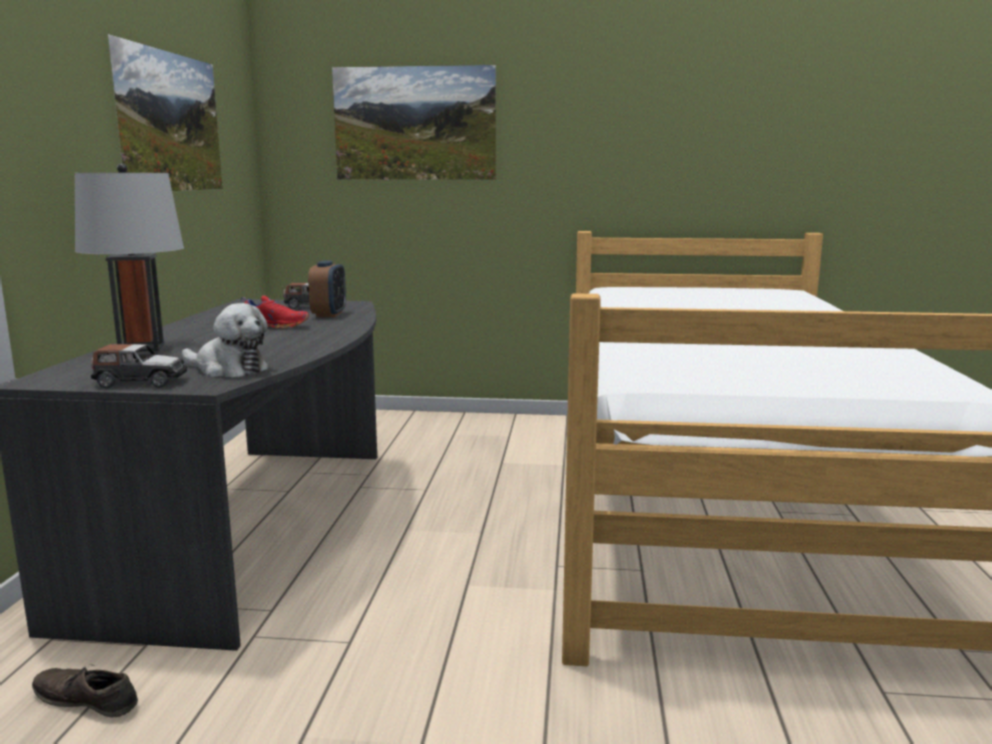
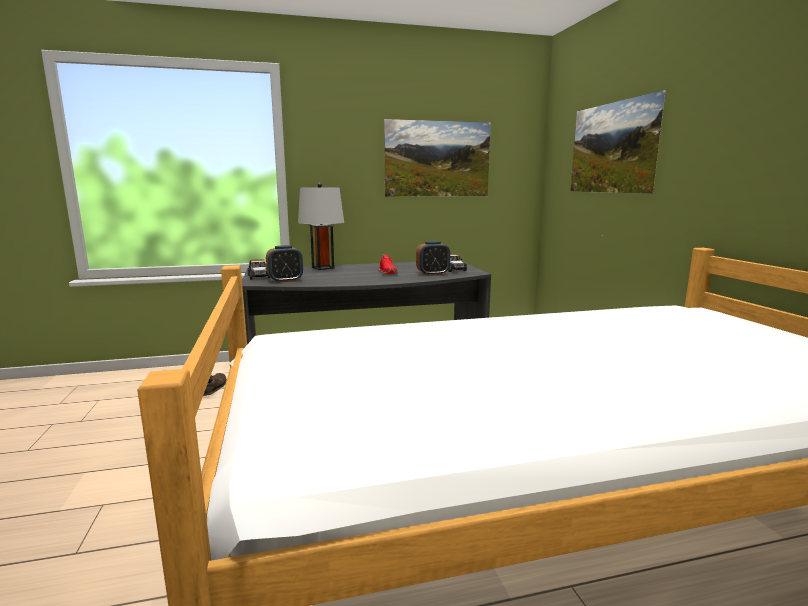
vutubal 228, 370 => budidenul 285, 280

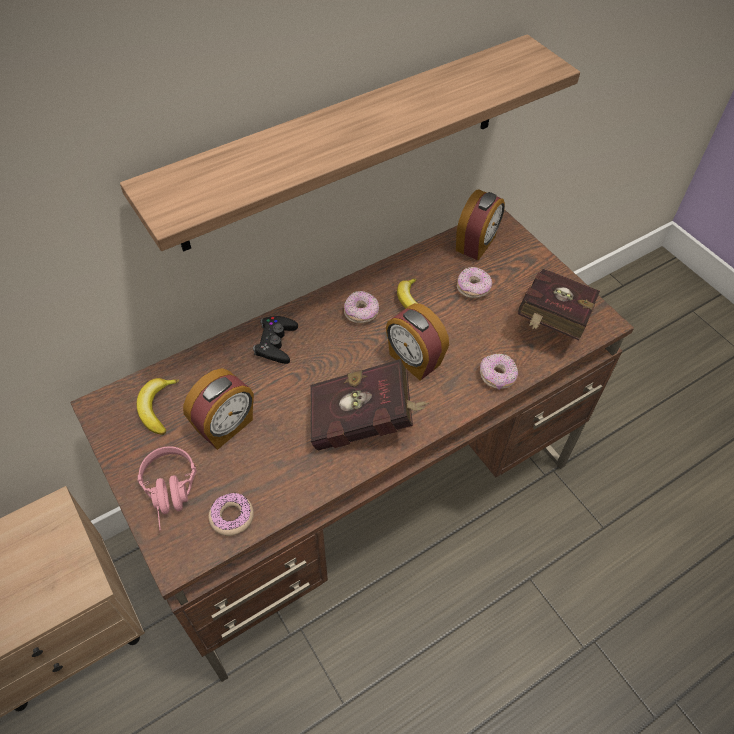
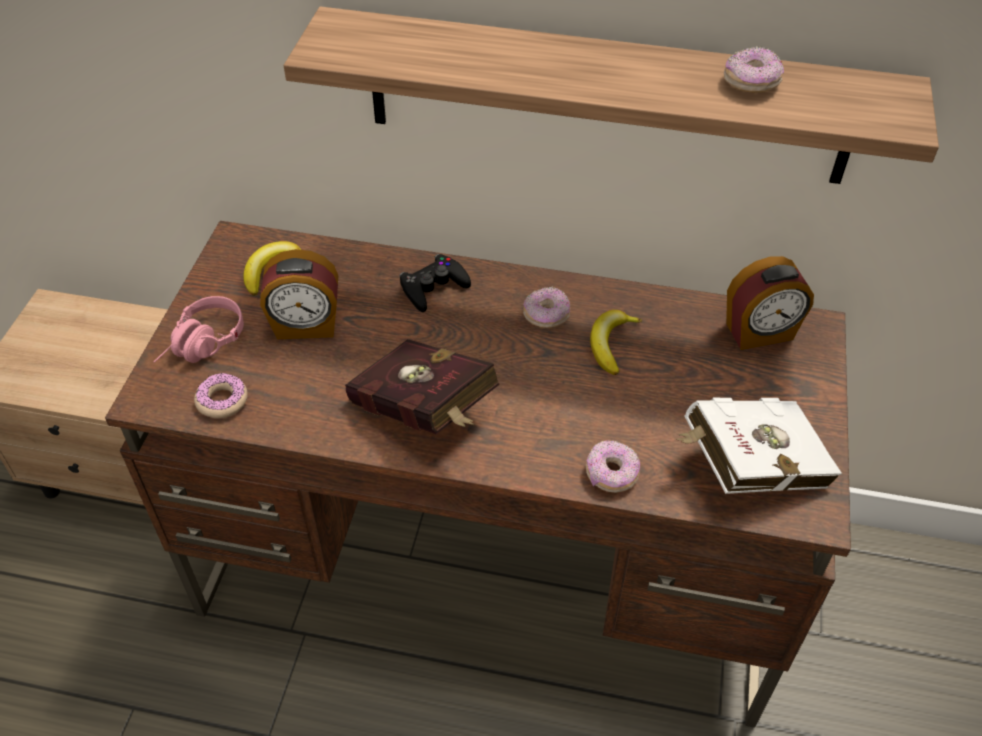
budidenul 413, 360 => nothing
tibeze 473, 288 => tibeze 751, 83, moved
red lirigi 551, 322 => white lirigi 747, 468

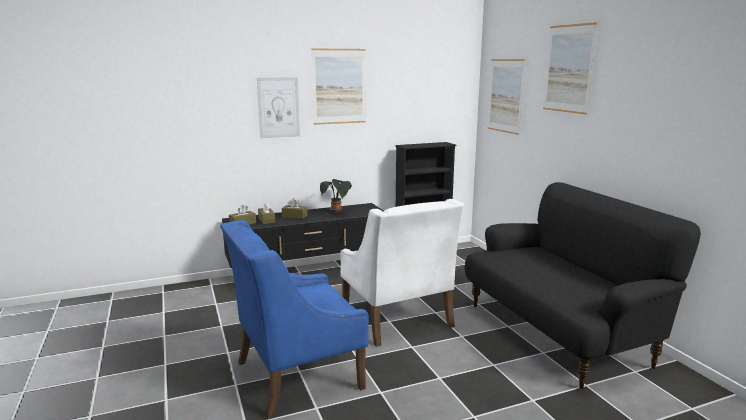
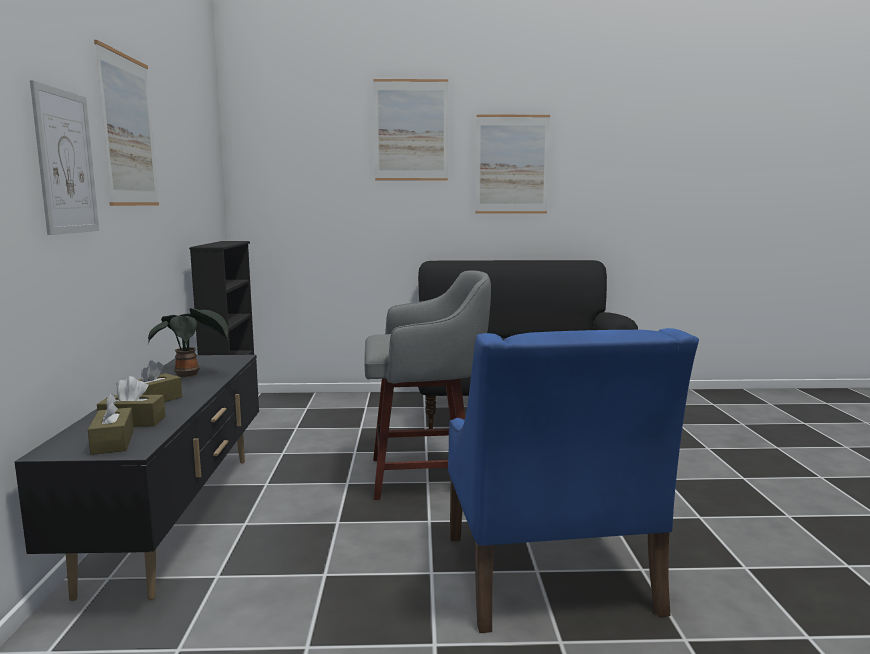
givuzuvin 505, 96 => givuzuvin 512, 164, moved
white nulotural 397, 319 => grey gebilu 425, 476

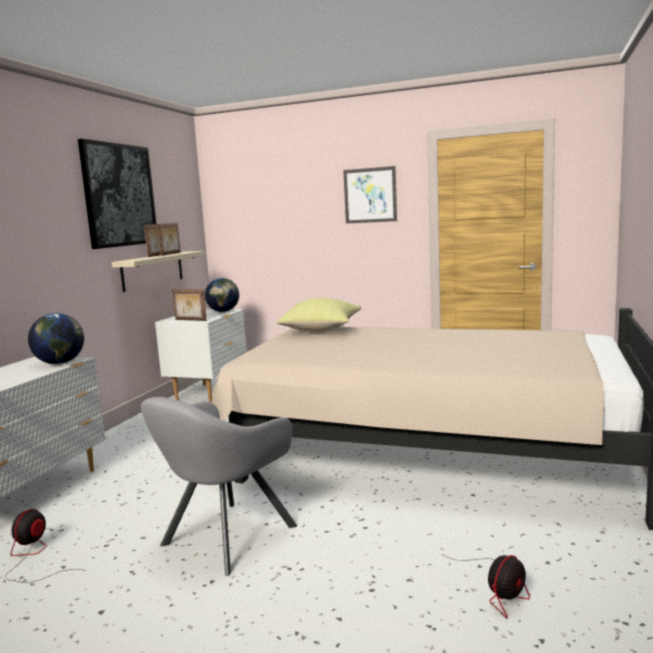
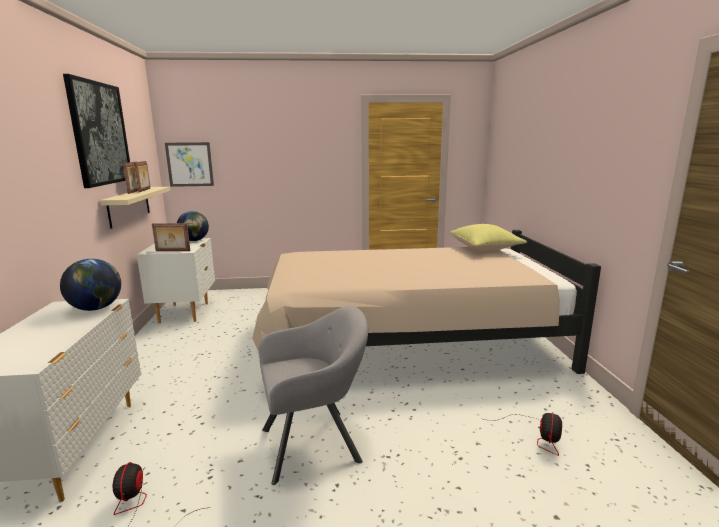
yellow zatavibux 322, 330 => yellow zatavibux 485, 249, moved
givuzuvin 370, 195 => givuzuvin 189, 164, moved
grey nulotural 225, 538 => grey nulotural 315, 443, 120 degrees counterclockwise

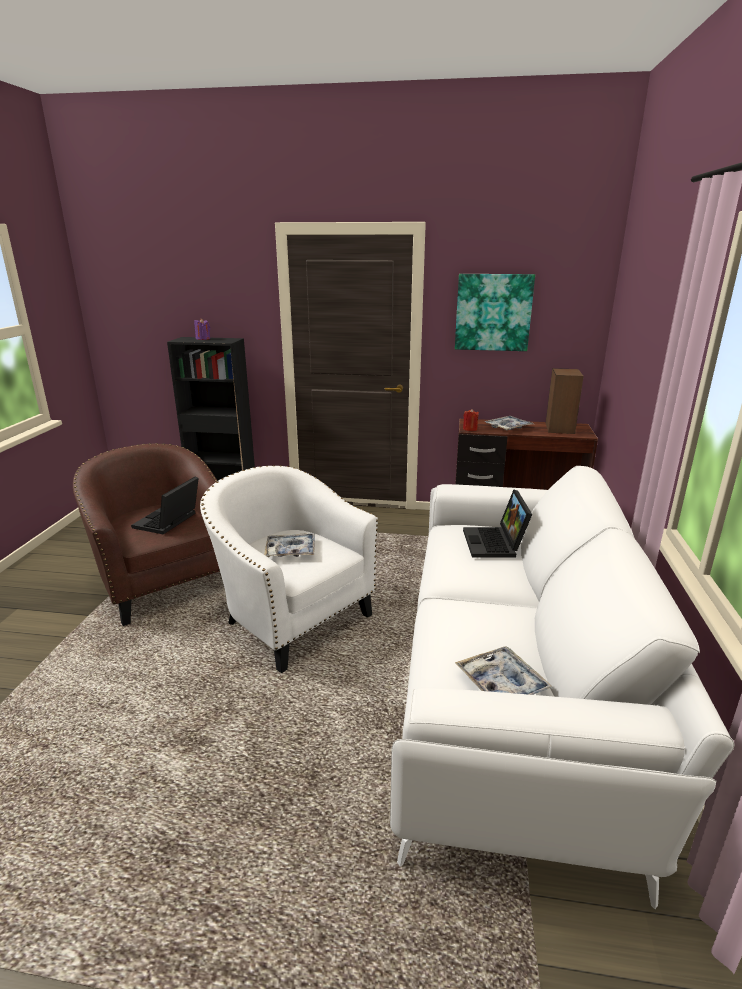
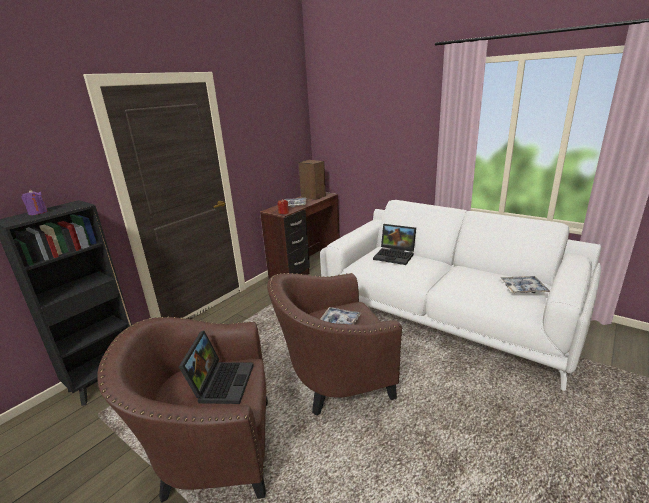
givuzuvin 493, 312 => nothing
white nulotural 291, 618 => brown nulotural 334, 379
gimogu 168, 522 => gimogu 221, 382, 135 degrees counterclockwise

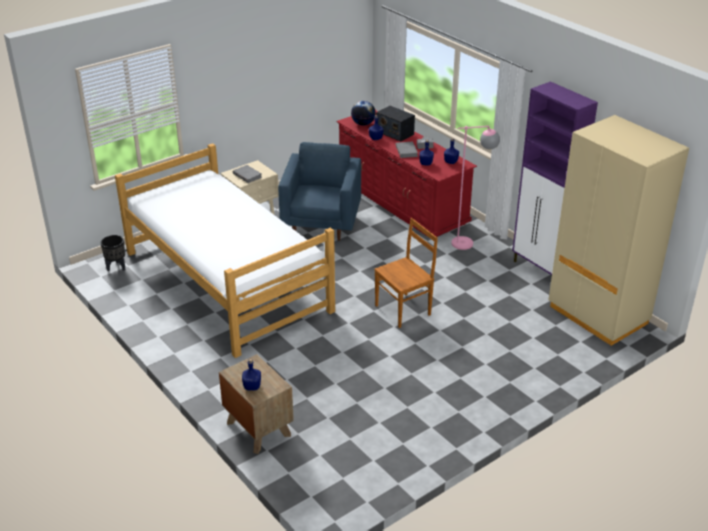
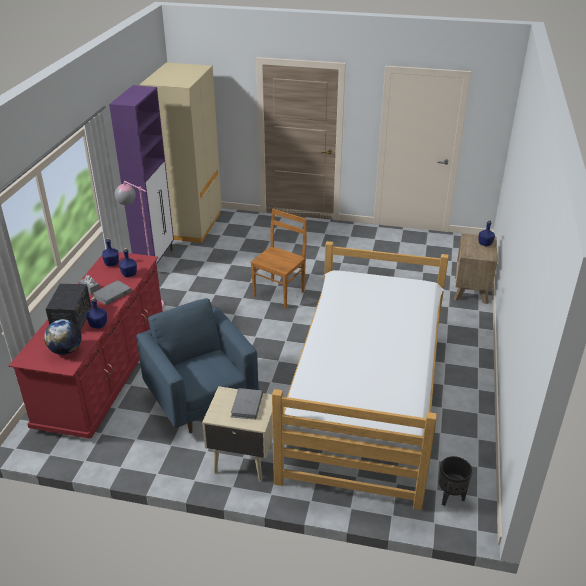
blue nulotural 321, 223 => blue nulotural 202, 400, 90 degrees clockwise
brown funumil 404, 310 => brown funumil 279, 293, 105 degrees clockwise

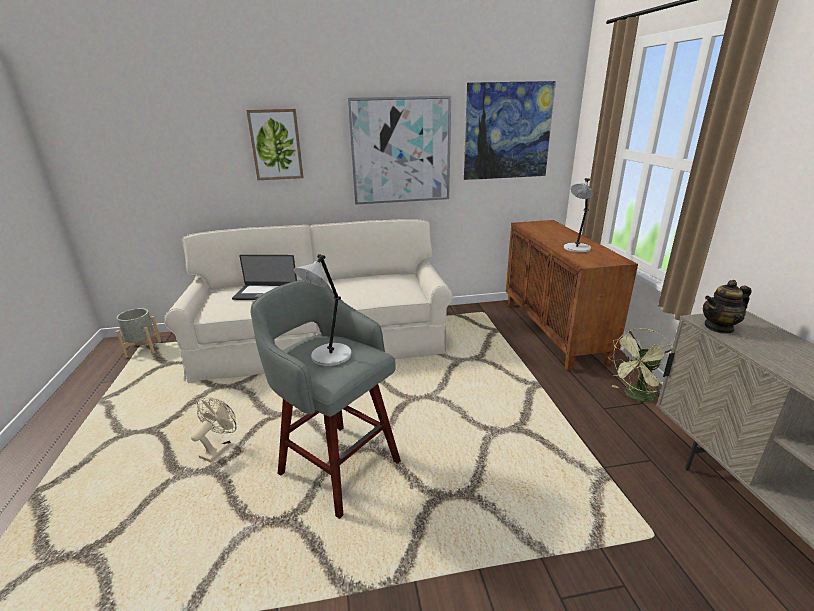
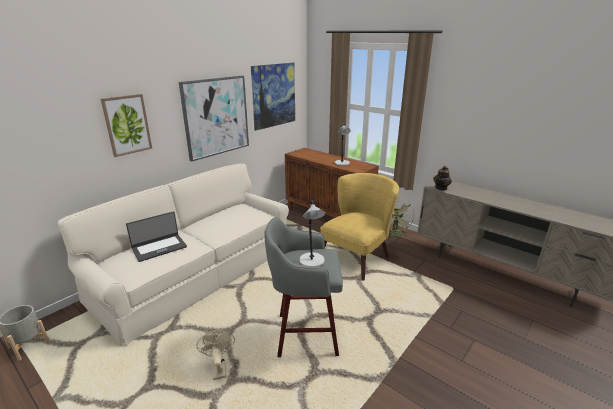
nothing => yellow nulotural 358, 255

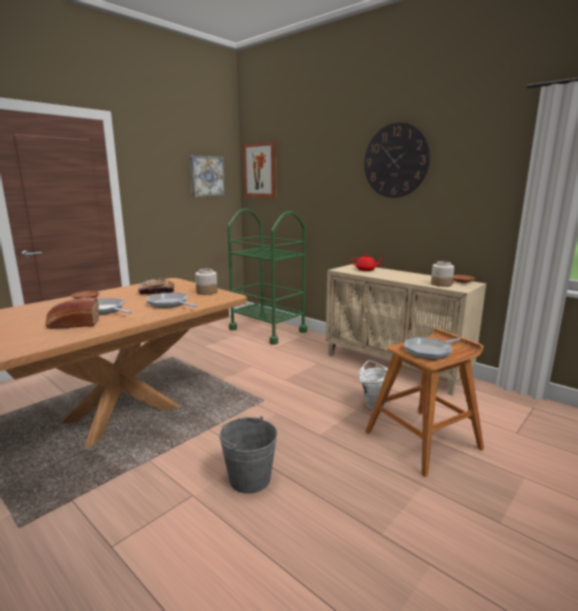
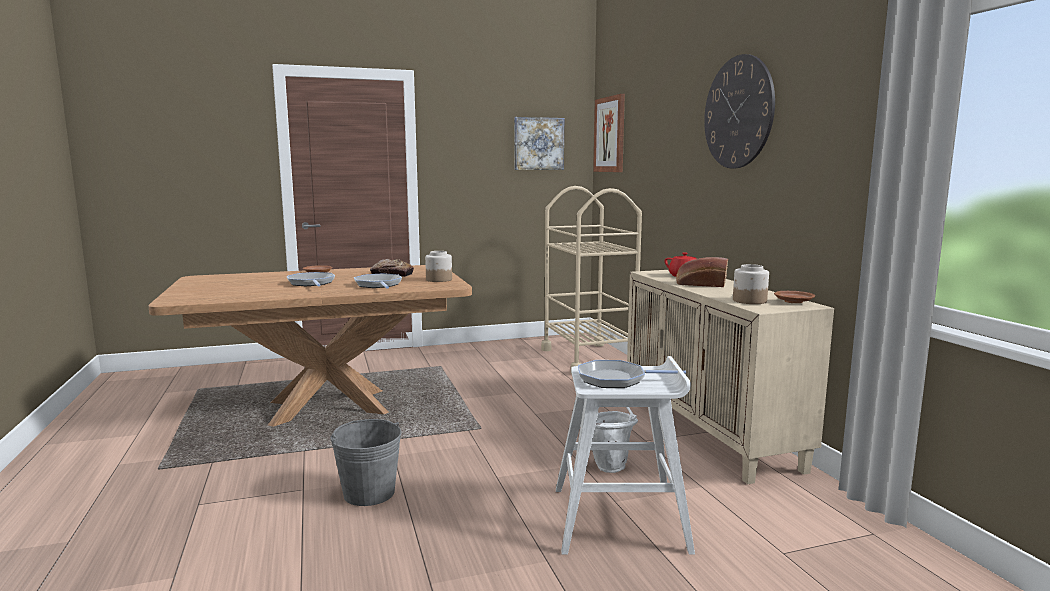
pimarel 72, 324 => pimarel 700, 284, moved
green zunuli 267, 330 => beige zunuli 588, 358
brown gebilu 423, 440 => white gebilu 621, 519

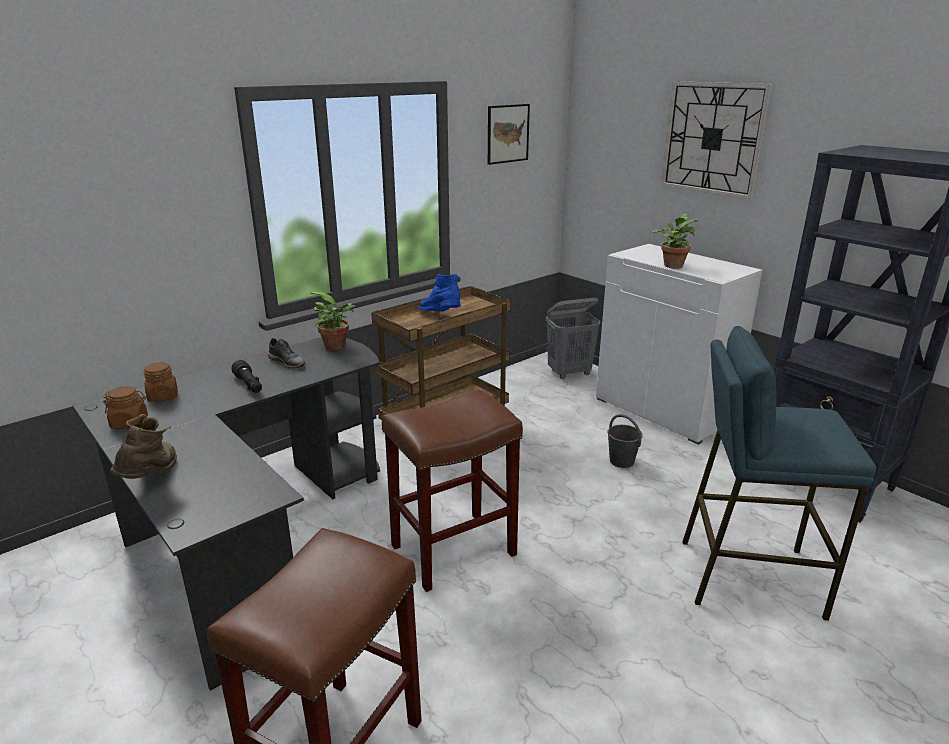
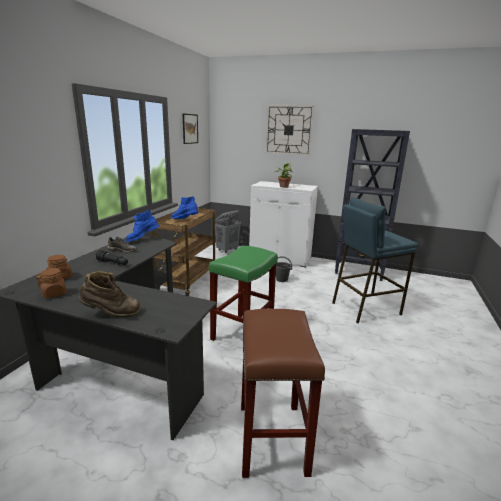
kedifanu 337, 346 => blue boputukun 143, 240
brown gebilu 454, 549 => green gebilu 242, 332
brown boputukun 152, 477 => brown boputukun 111, 314, 105 degrees clockwise

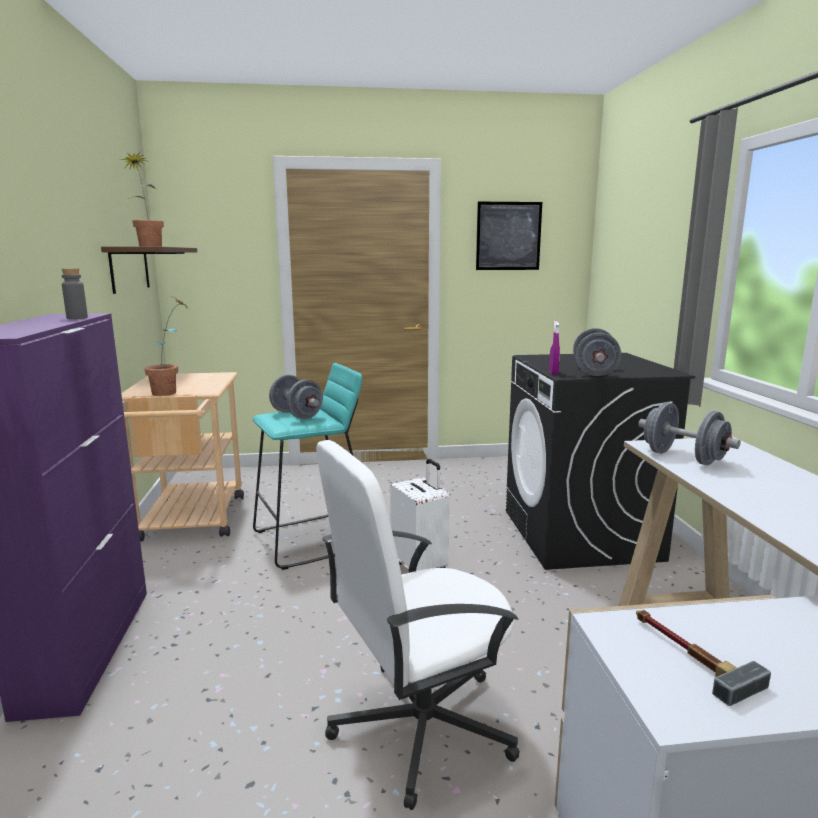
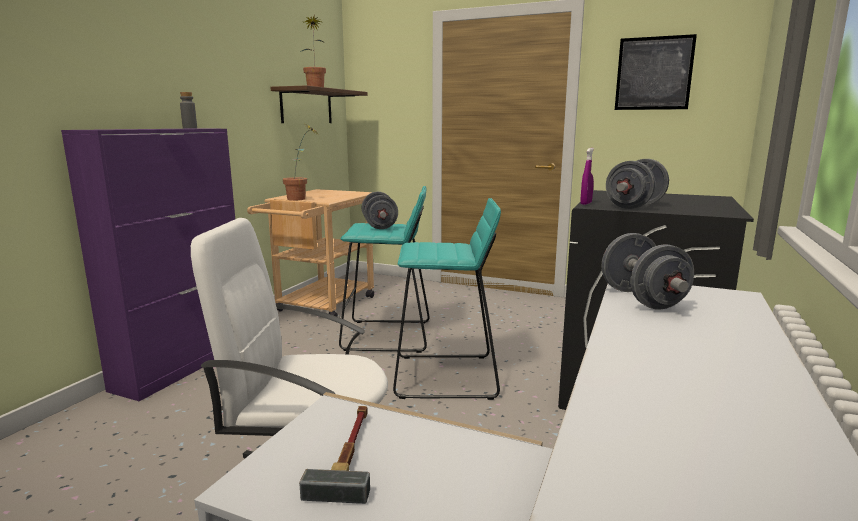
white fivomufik 420, 568 => turquoise gebilu 446, 377

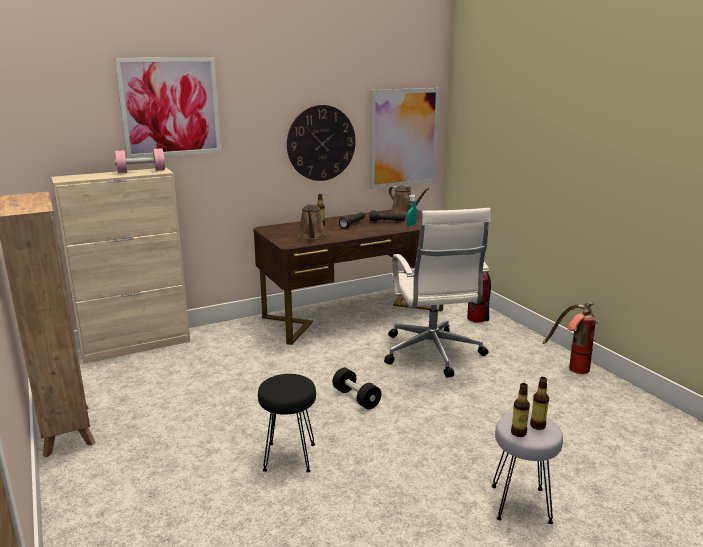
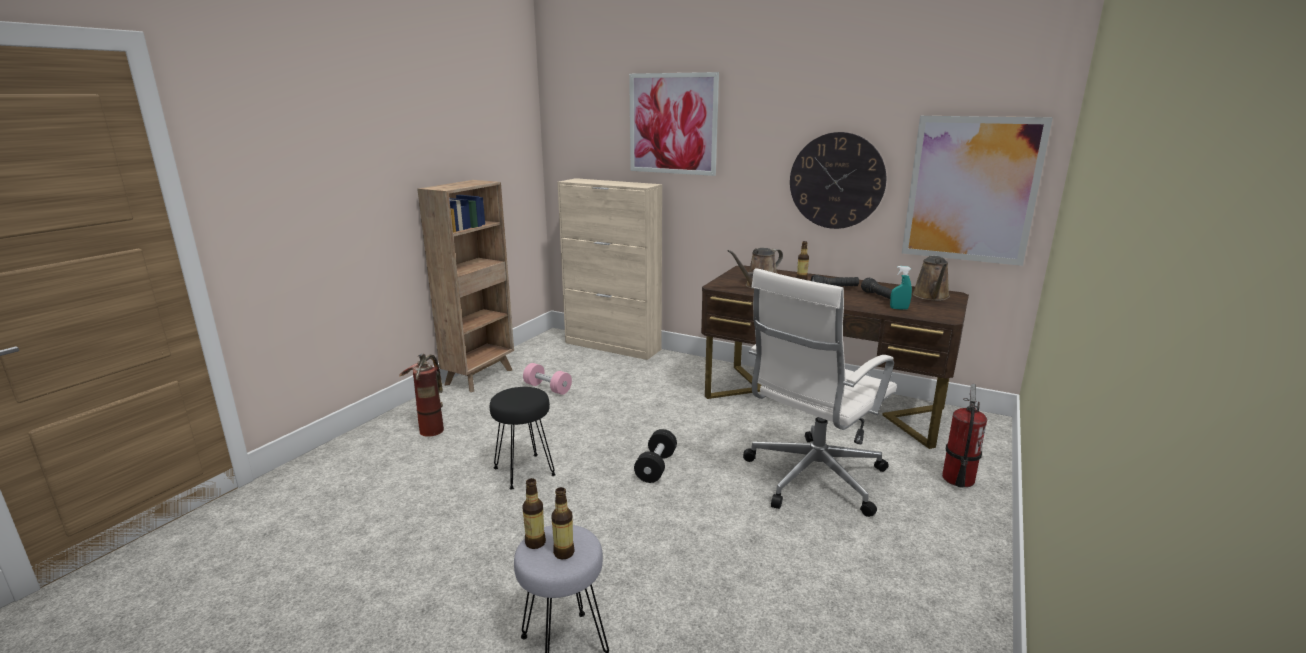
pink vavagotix 141, 171 => pink vavagotix 547, 388, moved
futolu 570, 368 => futolu 431, 426, moved

